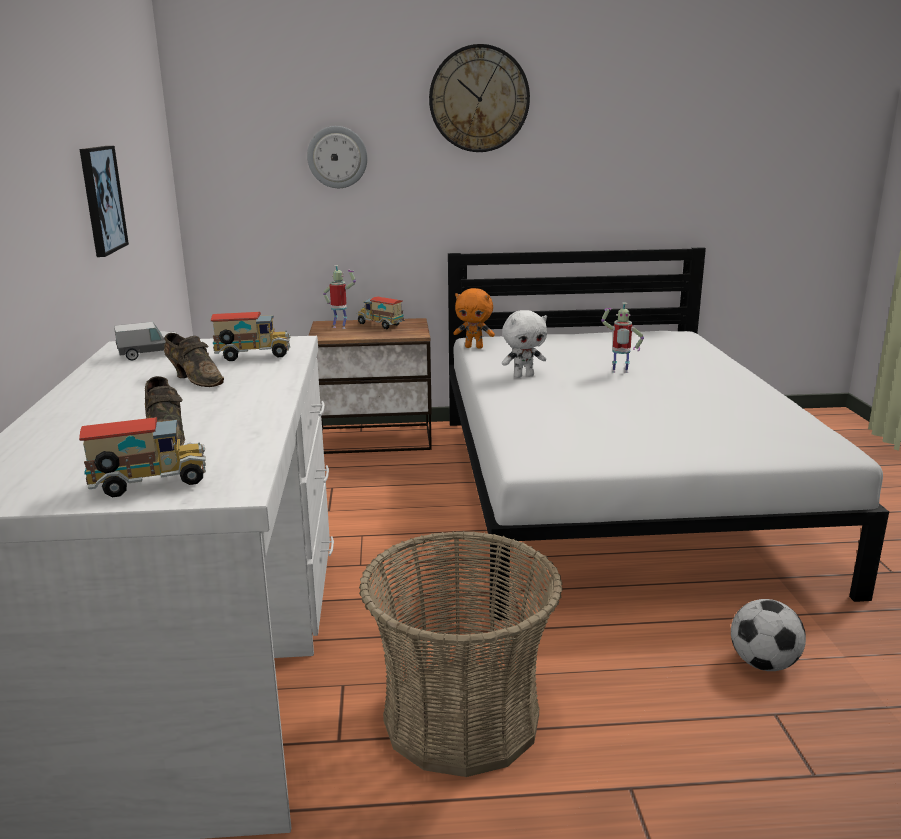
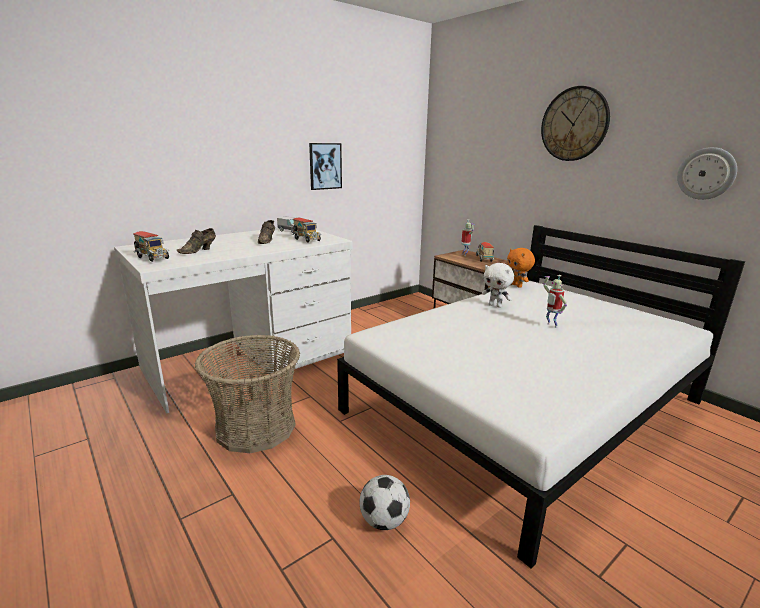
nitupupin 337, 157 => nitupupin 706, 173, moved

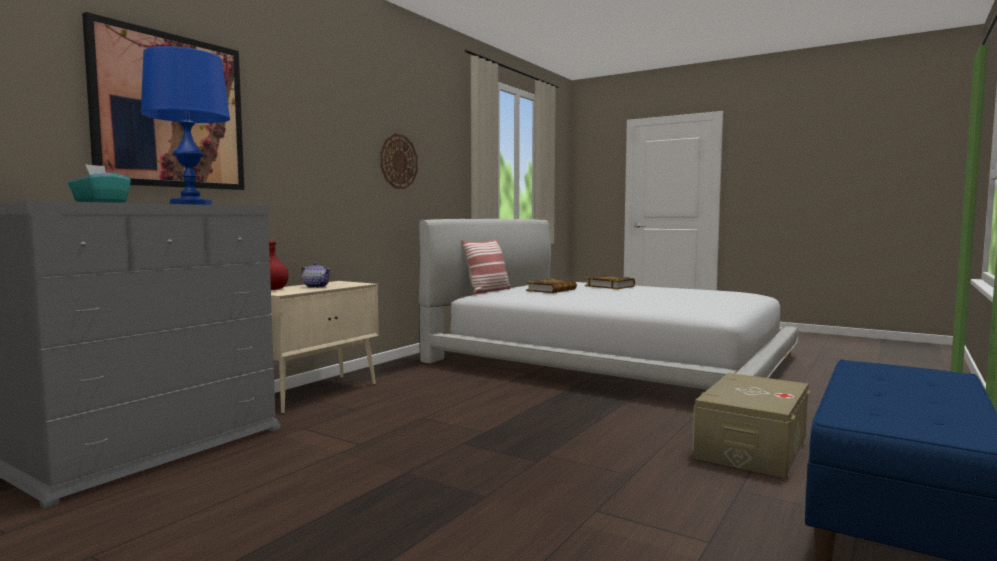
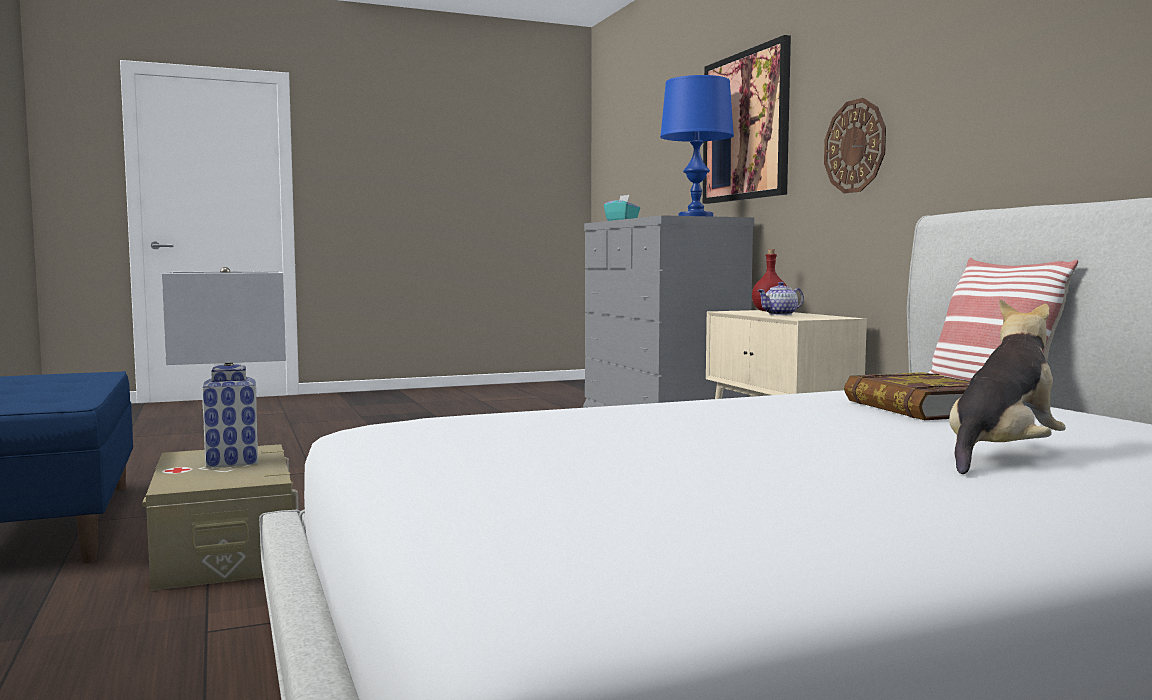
nothing => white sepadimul 234, 460
nitupupin 398, 161 => nitupupin 855, 146, moved
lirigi 609, 286 => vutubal 1001, 456

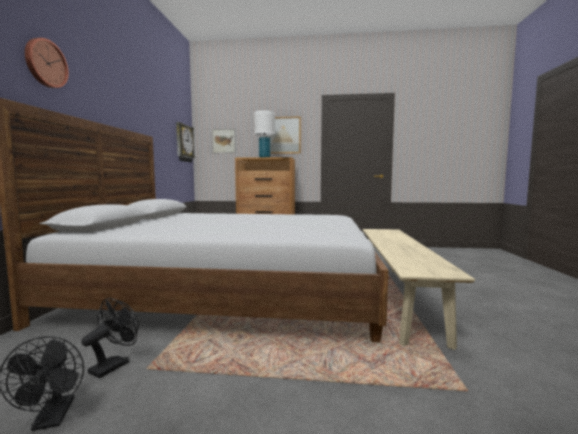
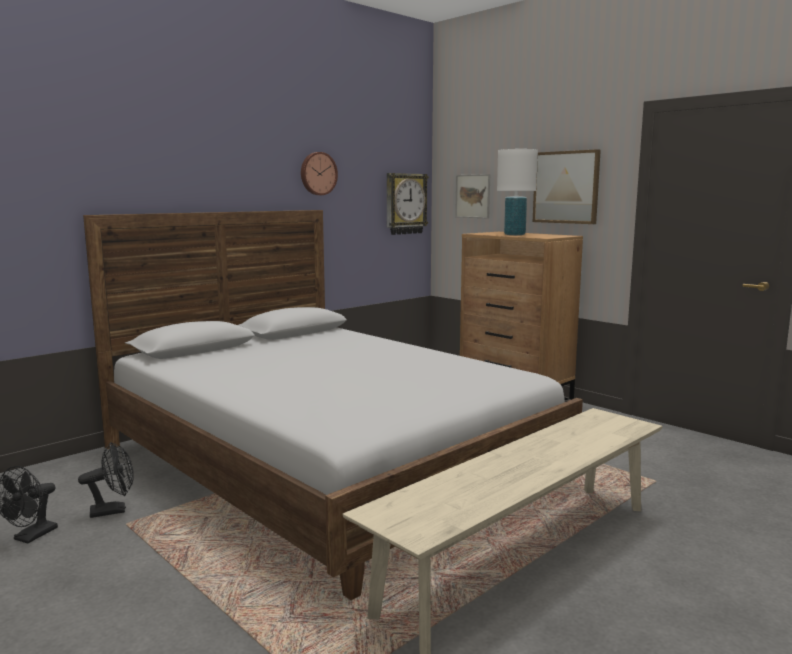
nitupupin 45, 63 => nitupupin 318, 173, moved

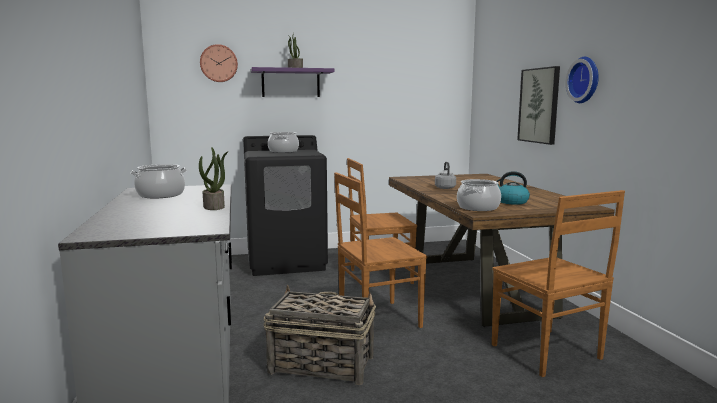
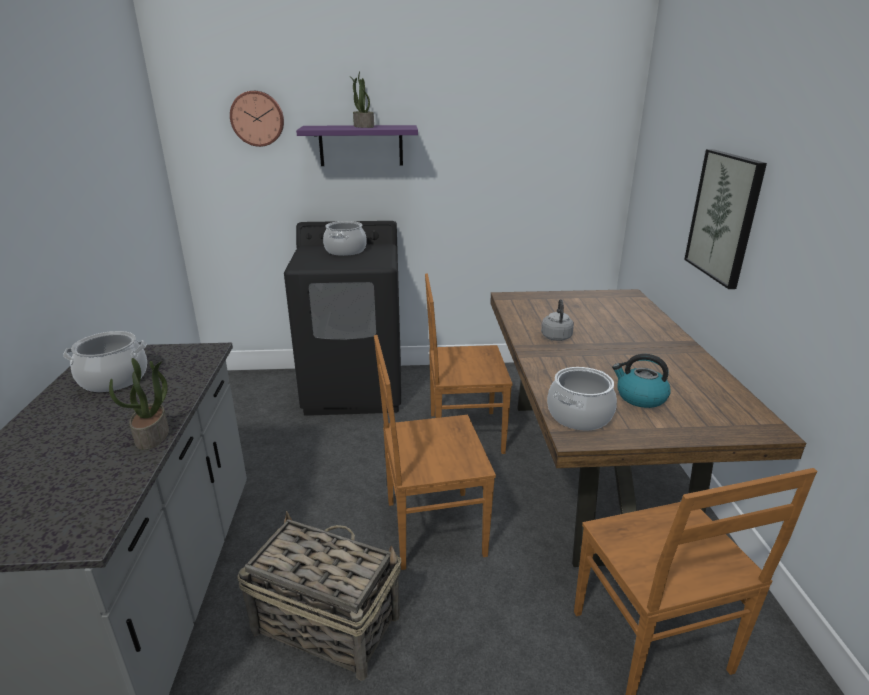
nitupupin 585, 80 => nothing

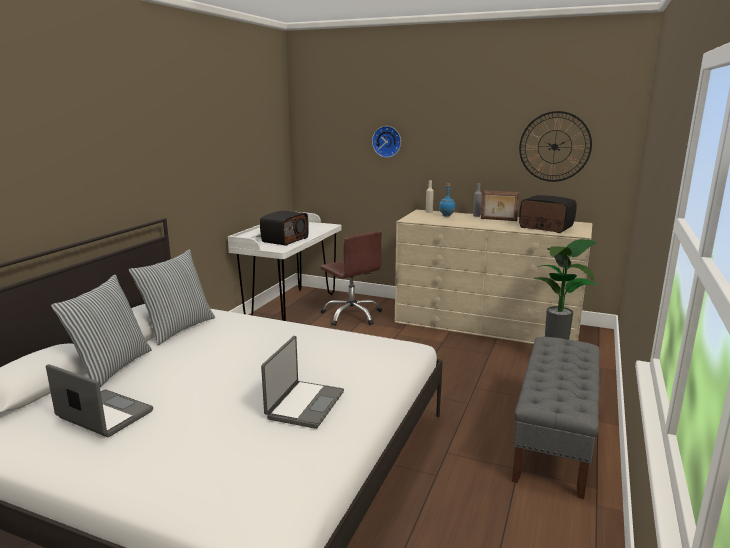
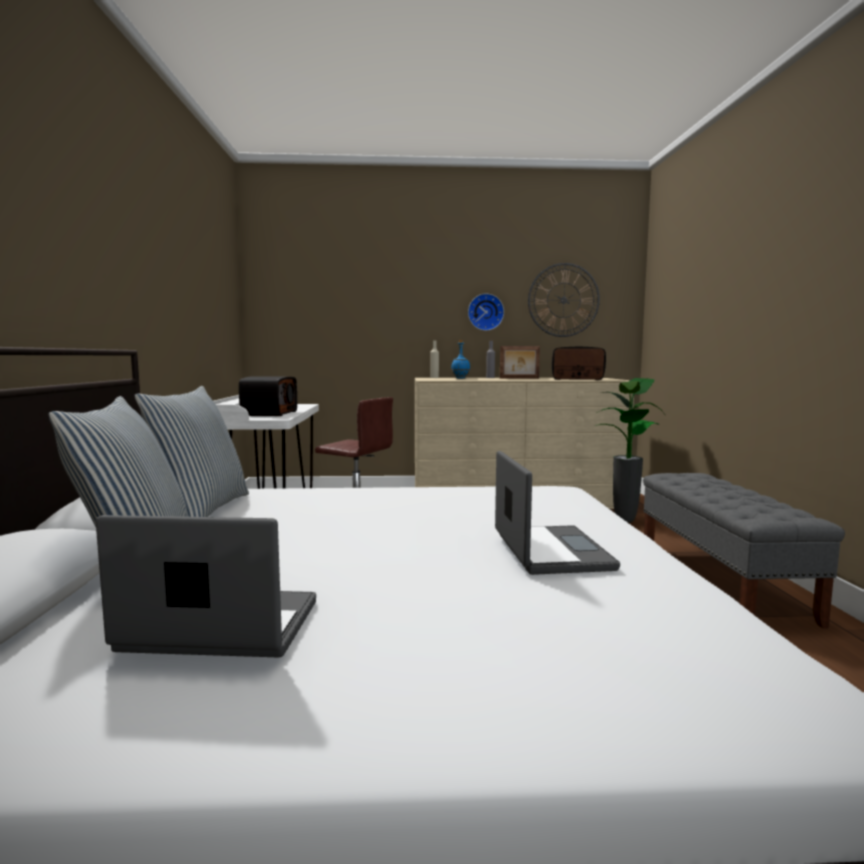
nitupupin 387, 141 => nitupupin 485, 312, moved

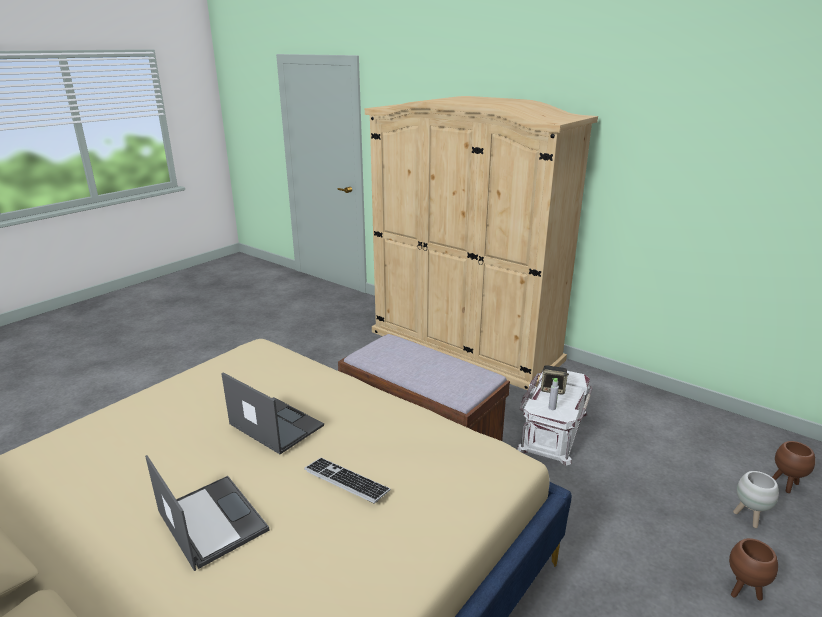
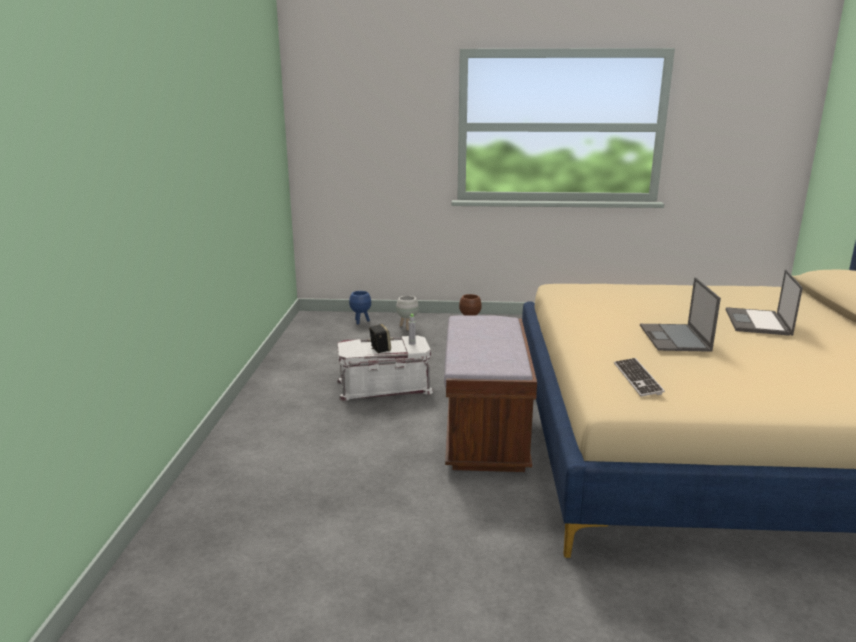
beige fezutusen 464, 345 => nothing
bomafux 346, 481 => bomafux 637, 378, moved
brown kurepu 786, 485 => blue kurepu 361, 321

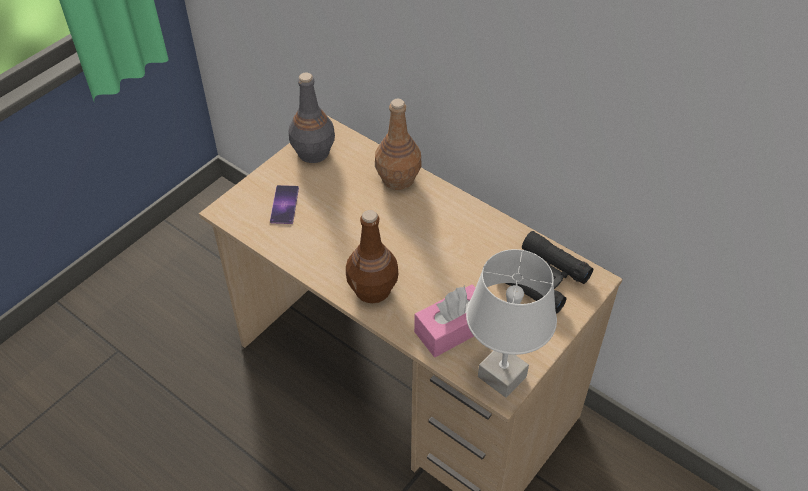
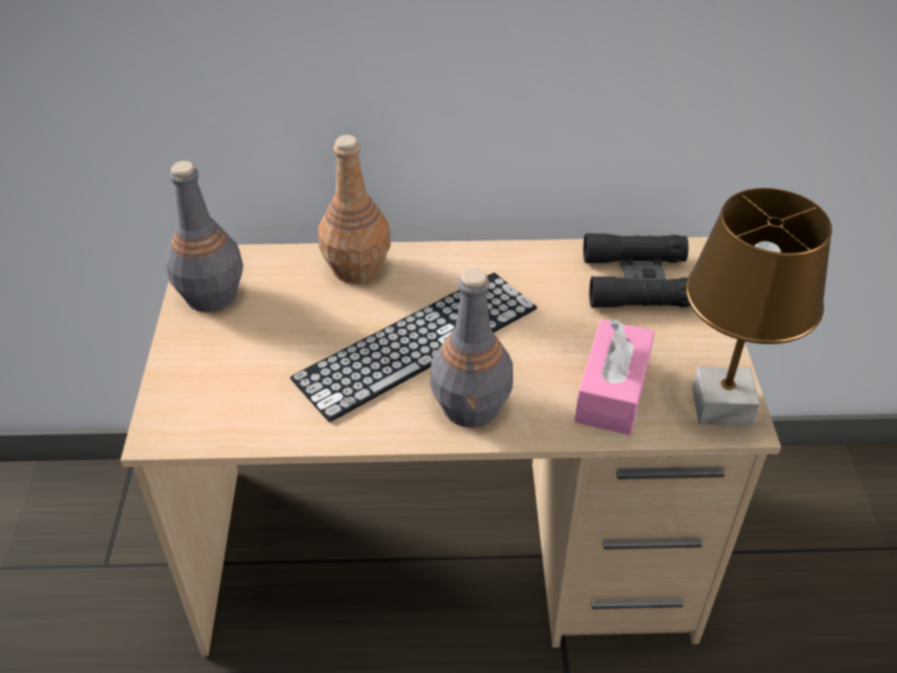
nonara 284, 205 => nothing
nothing => bomafux 417, 343
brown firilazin 373, 289 => grey firilazin 472, 406
white sepadimul 503, 376 => brown sepadimul 722, 406

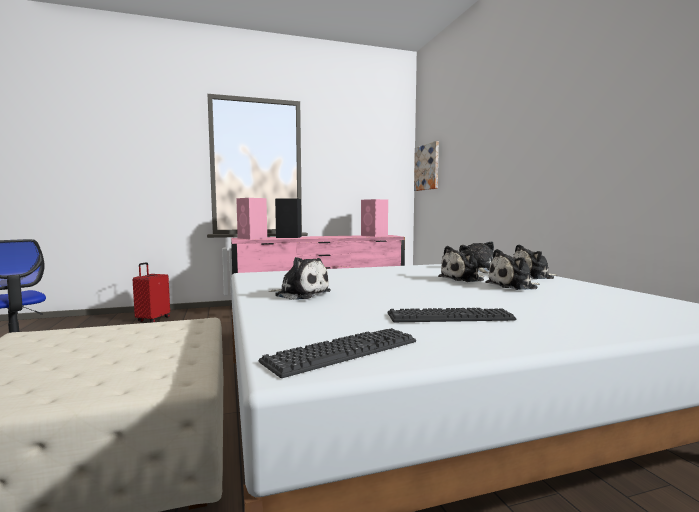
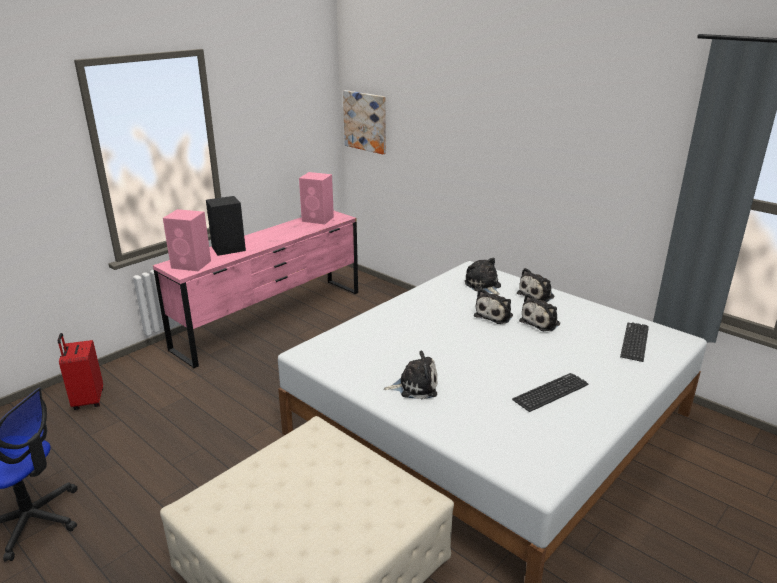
bomafux 342, 352 => bomafux 634, 342, moved

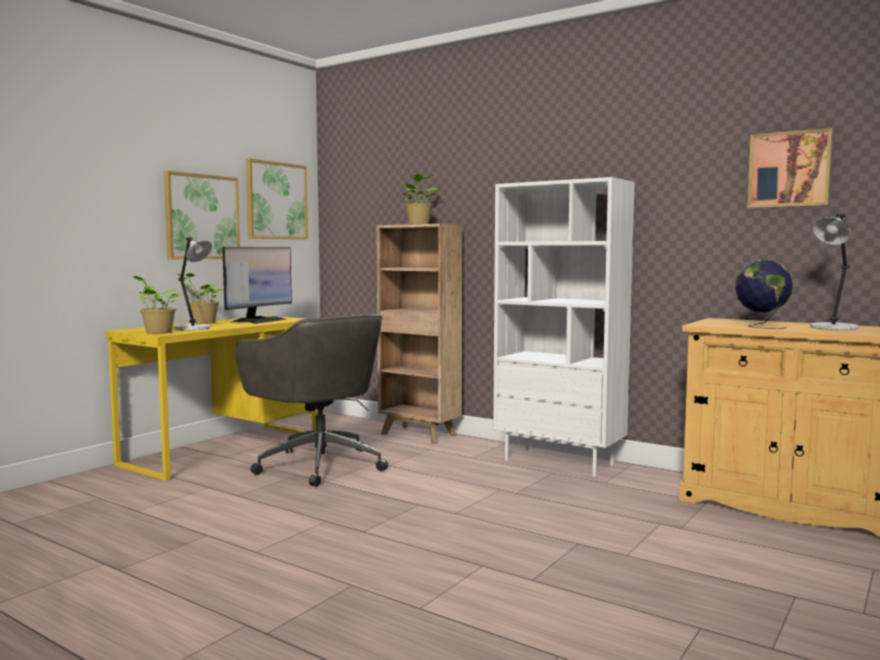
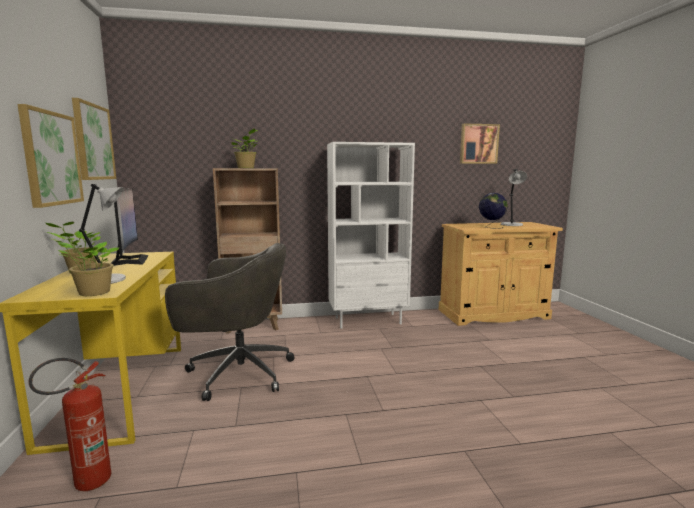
nothing => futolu 84, 485

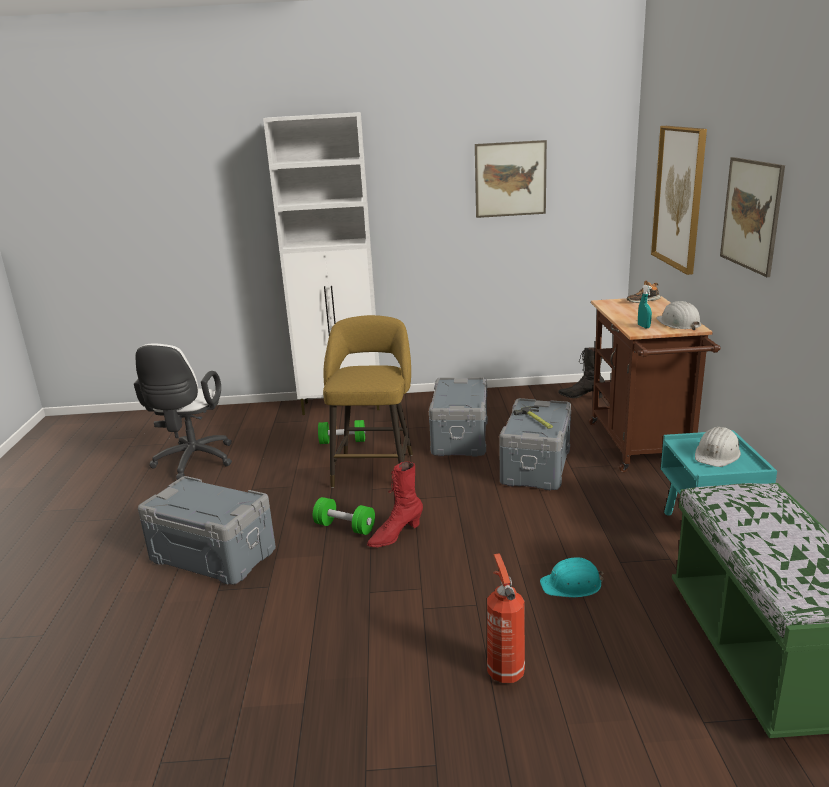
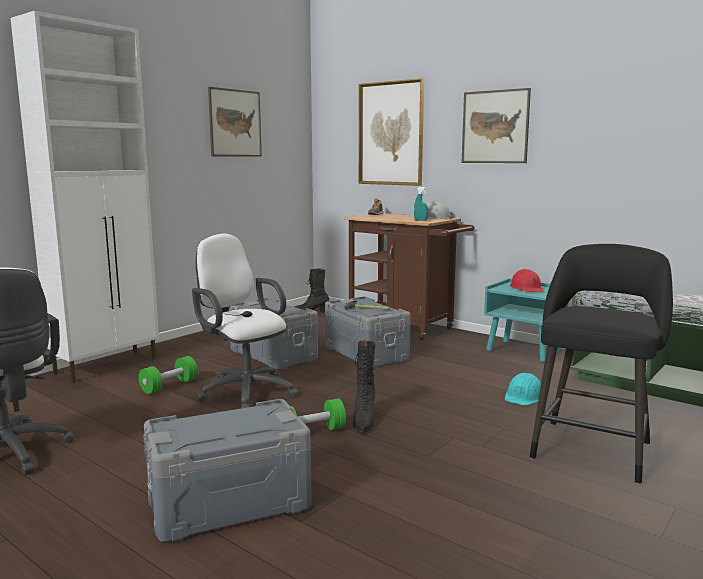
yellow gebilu 374, 468 => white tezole 244, 391
futolu 504, 670 => black gebilu 592, 448
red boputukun 395, 535 => black boputukun 364, 420
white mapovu 717, 454 => red mapovu 526, 288

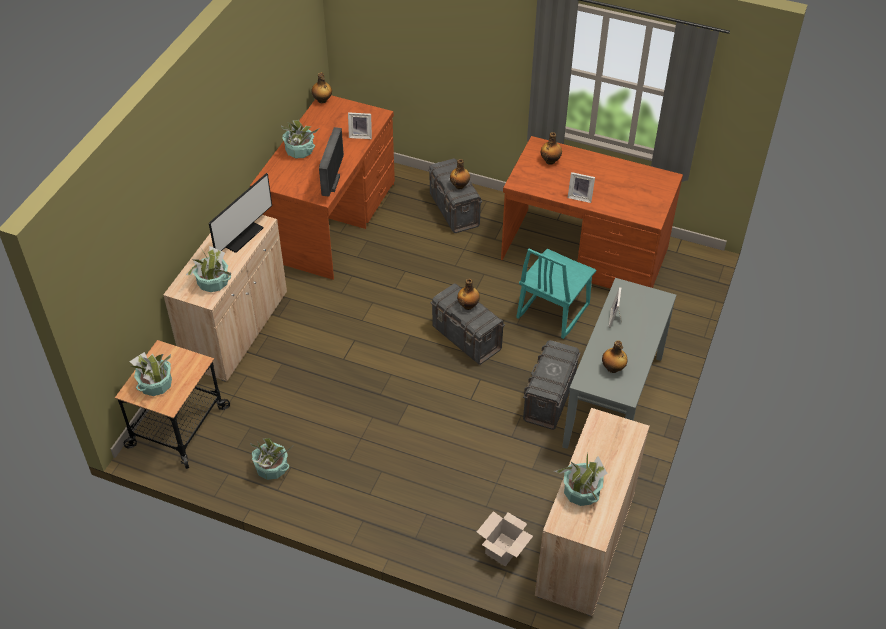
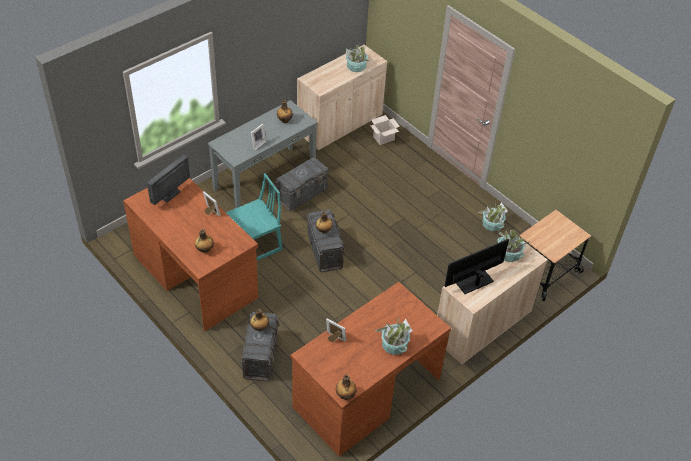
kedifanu 156, 385 => nothing
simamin 332, 183 => simamin 171, 196, moved

